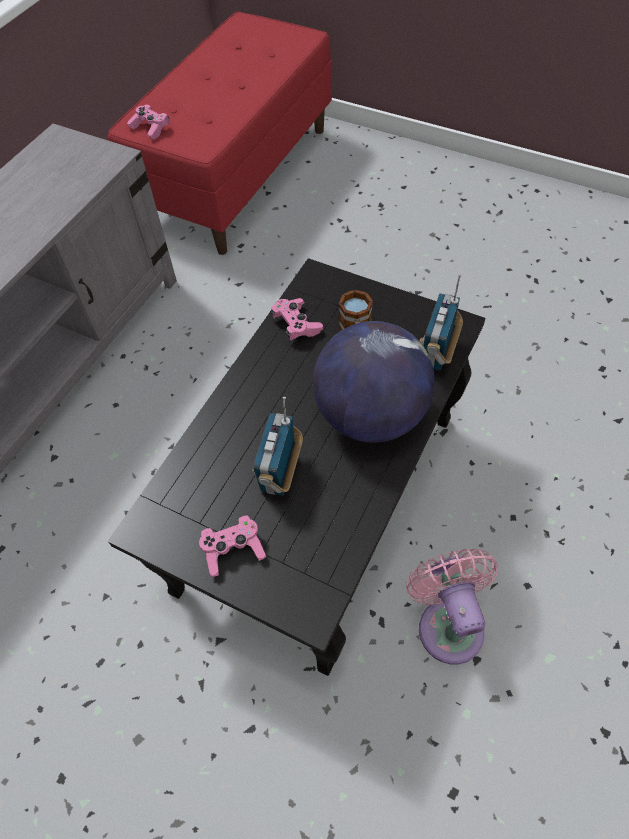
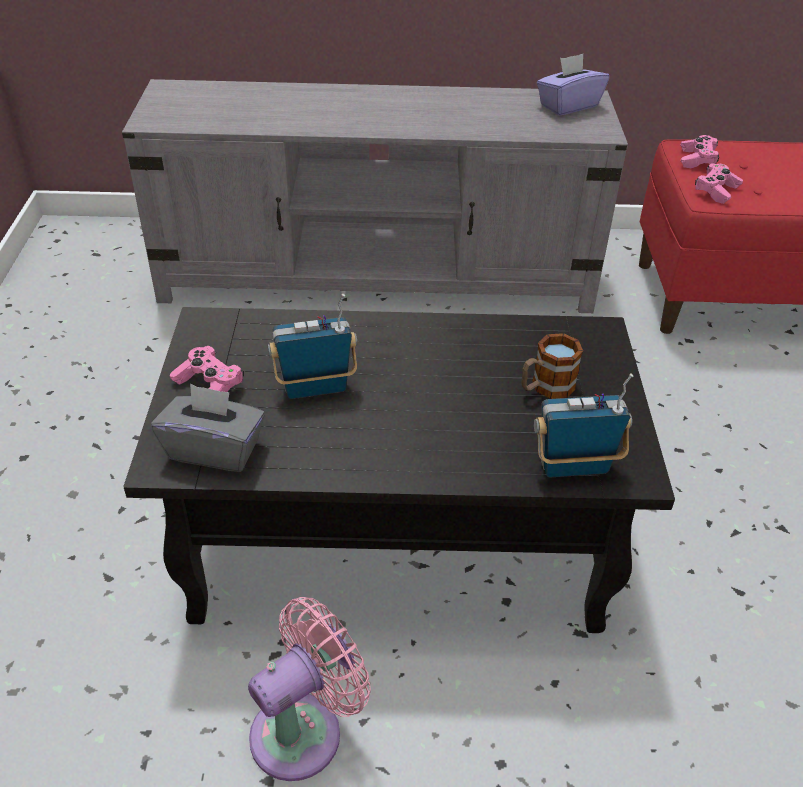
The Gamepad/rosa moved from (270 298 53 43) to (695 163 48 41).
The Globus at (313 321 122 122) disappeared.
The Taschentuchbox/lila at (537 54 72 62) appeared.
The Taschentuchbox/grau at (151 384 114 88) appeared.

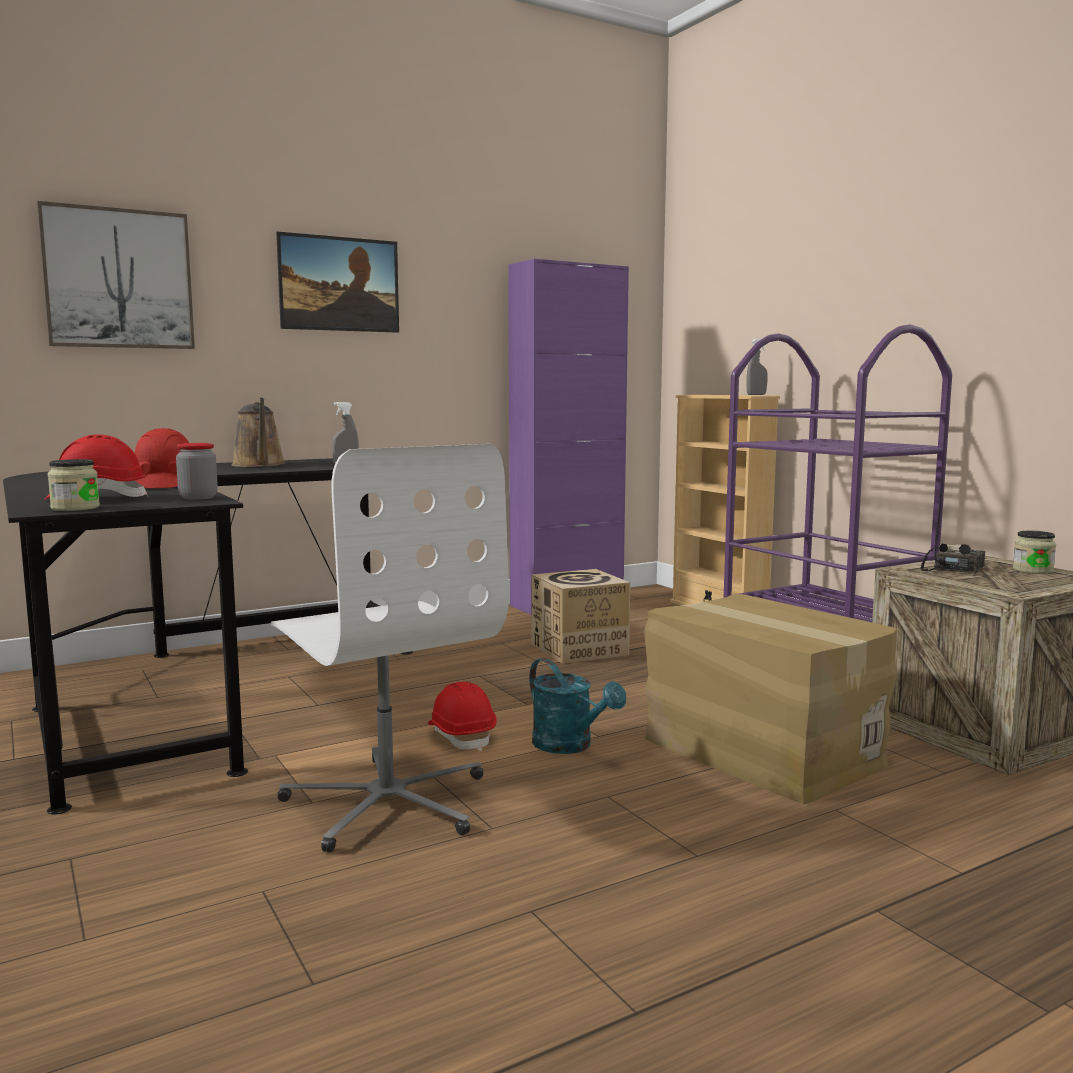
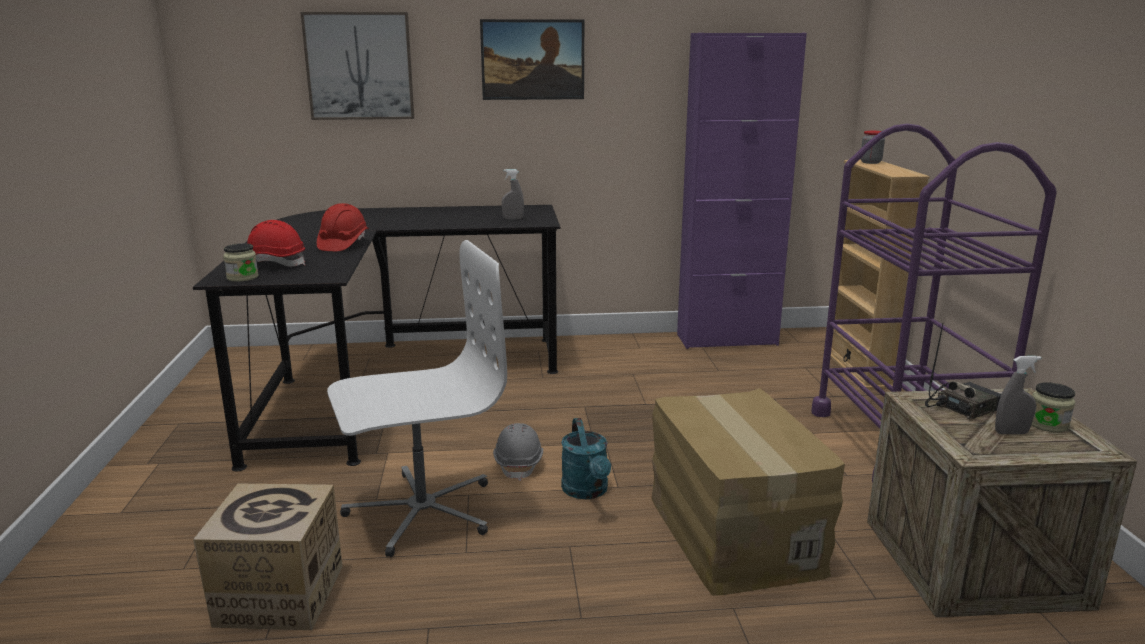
The Sprühflasche/grau moved from (746 339 22 56) to (995 356 46 78).
The Gießkanne/braun at (231 397 55 70) disappeared.
The Vorratsglas moved from (176 443 42 57) to (860 131 25 33).
The Bürostuhl/weiß at (271 444 238 409) turned 105 degrees counterclockwise.
The Karton moved from (531 569 99 95) to (193 484 150 146).
The Schutzhelm/rot at (428 682 68 69) became the Schutzhelm/grau at (493 423 50 58).

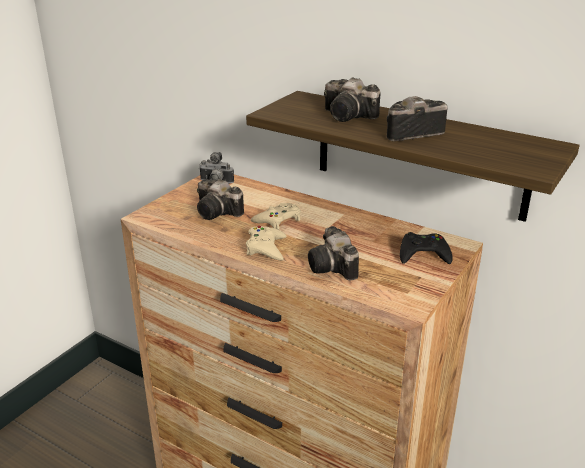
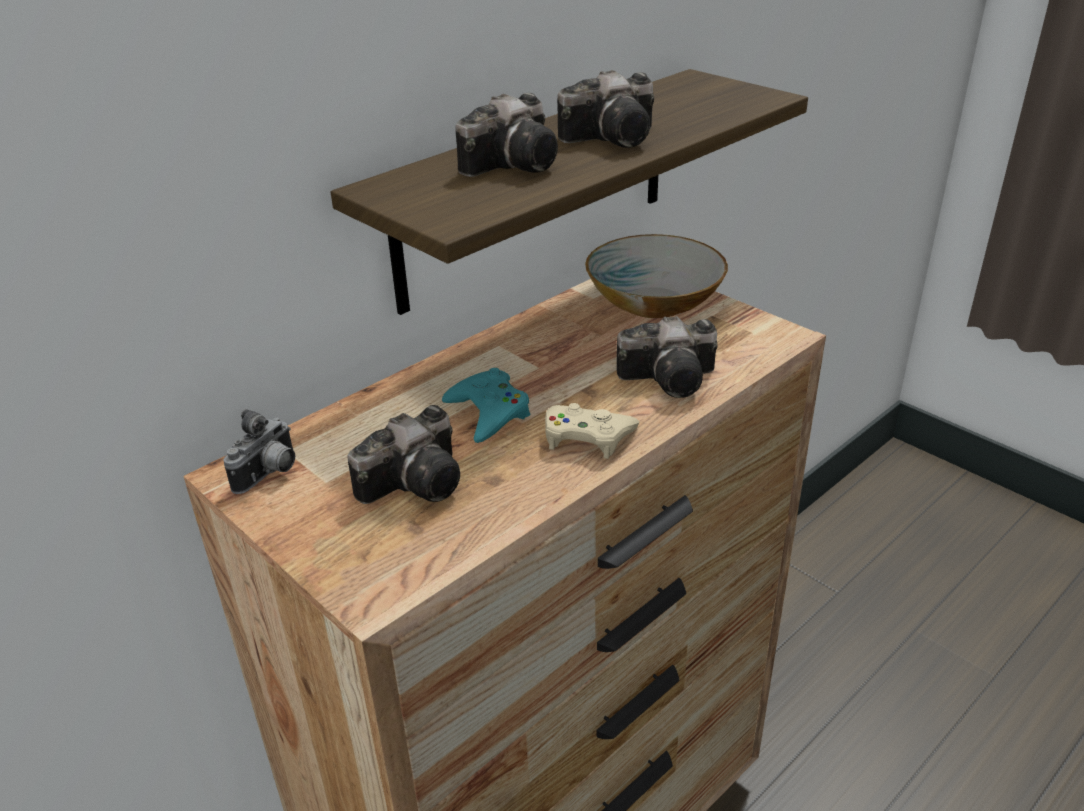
The Kamera at (387 96 61 45) turned 105 degrees counterclockwise.
The Gamepad/beige at (251 203 50 27) became the Gamepad/türkis at (442 368 88 75).
The Gamepad/schwarz at (400 232 53 32) was replaced by the Schüssel at (585 234 143 84).

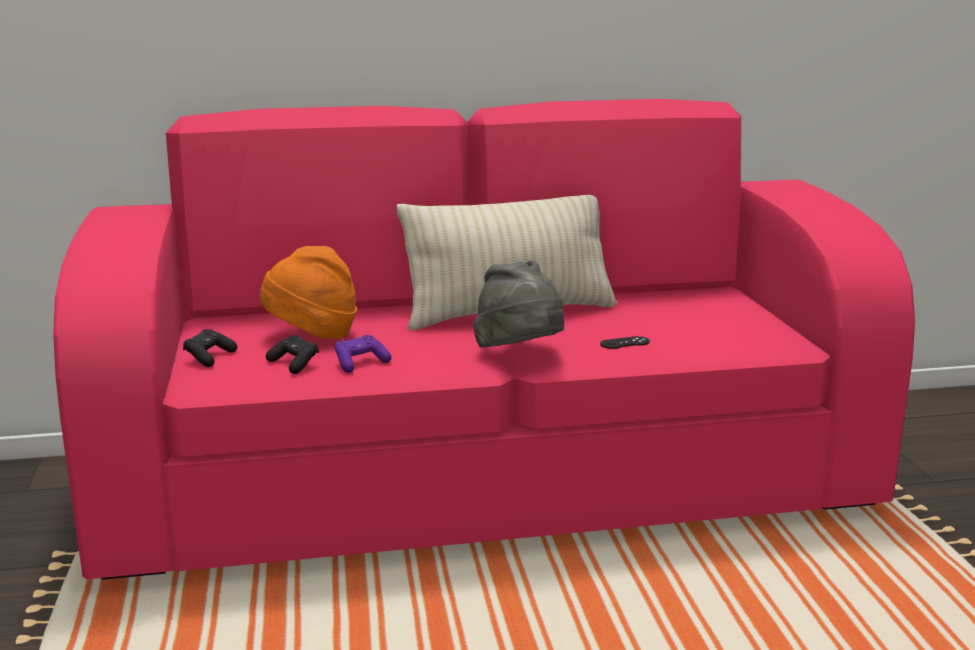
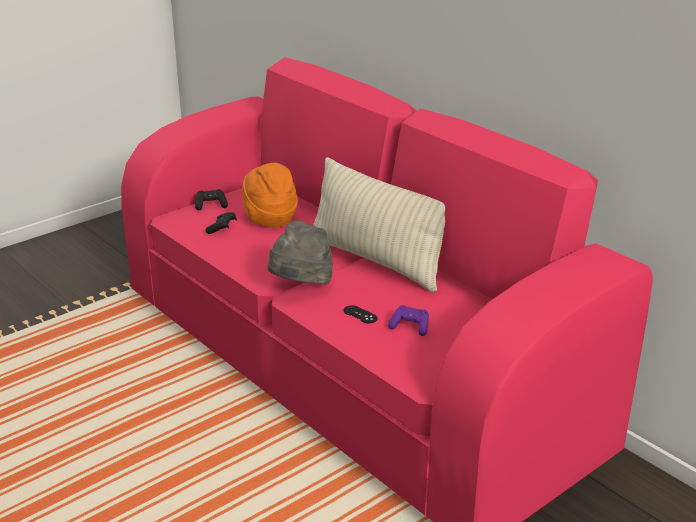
The Gamepad/lila moved from (335 335 56 38) to (388 305 41 31).

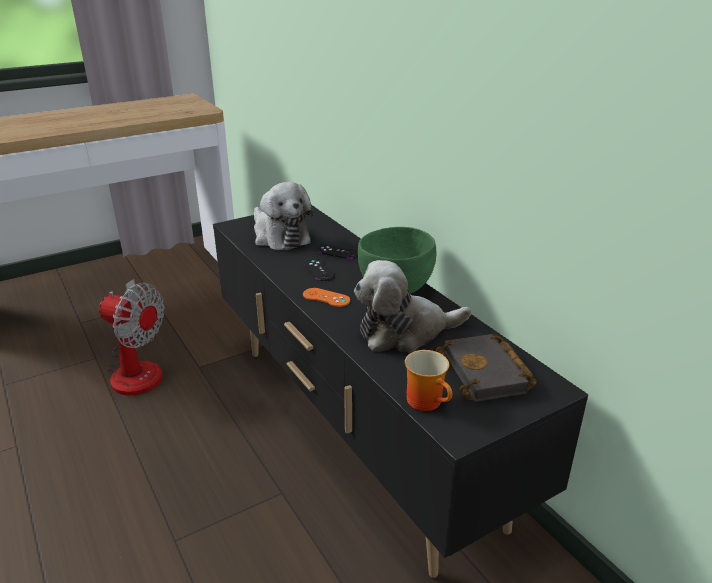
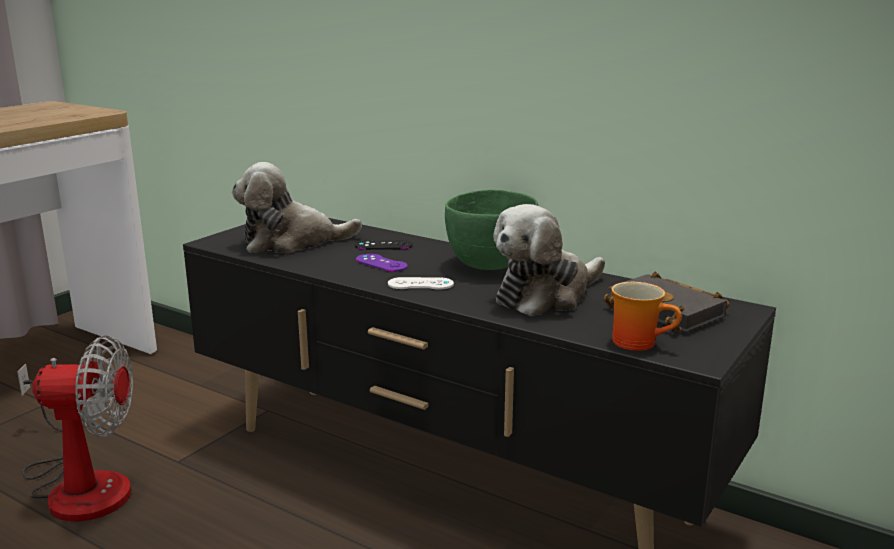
The Plüschtier at (254 182 59 68) turned 135 degrees clockwise.
The Gamepad/schwarz at (304 259 31 22) became the Gamepad/lila at (356 254 52 18).
The Gamepad/orange at (303 288 47 19) became the Gamepad/weiß at (388 277 66 13).

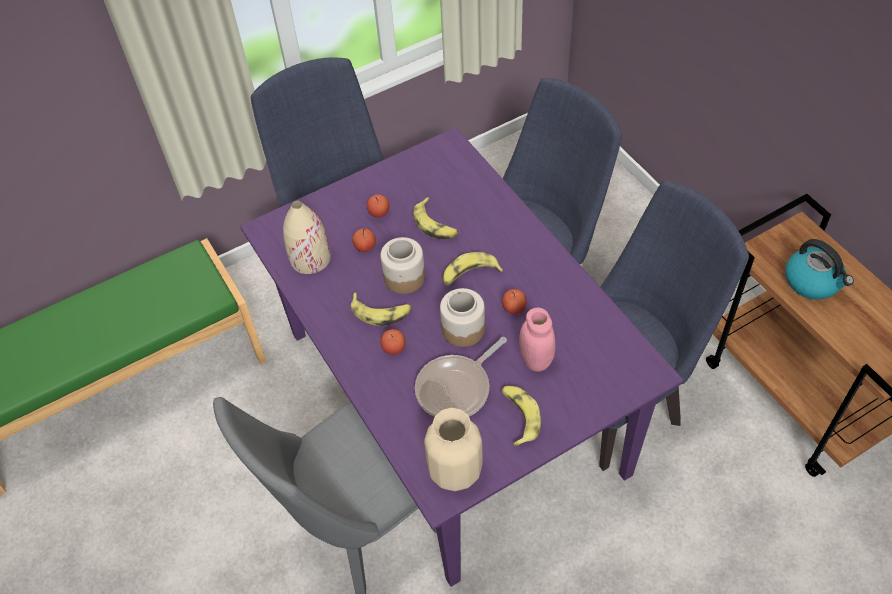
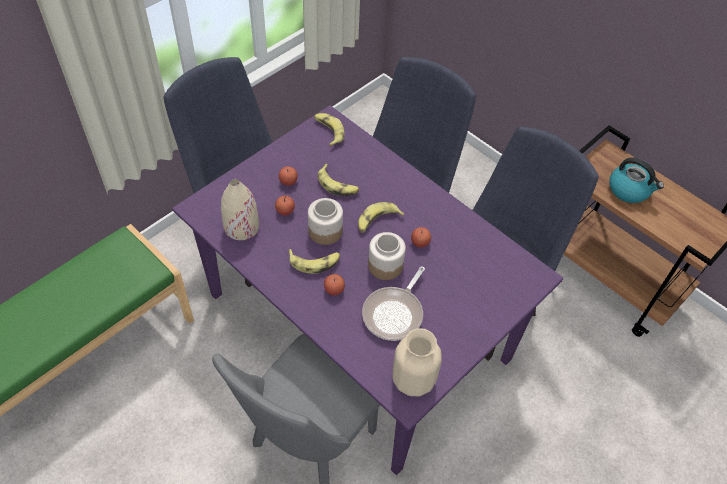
The Vorratsglas/rosa at (519 308 36 64) disappeared.
The Banane moved from (501 386 40 61) to (314 113 31 34).

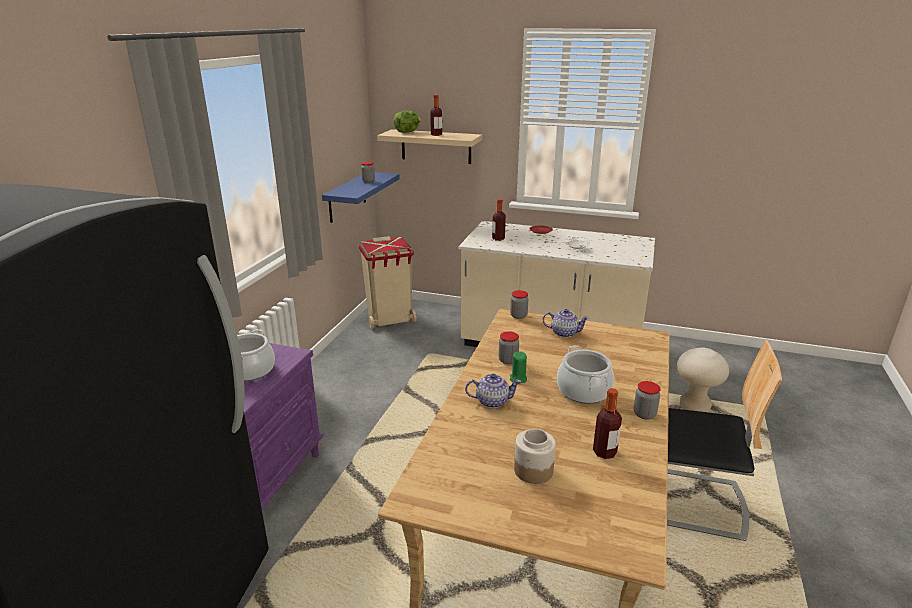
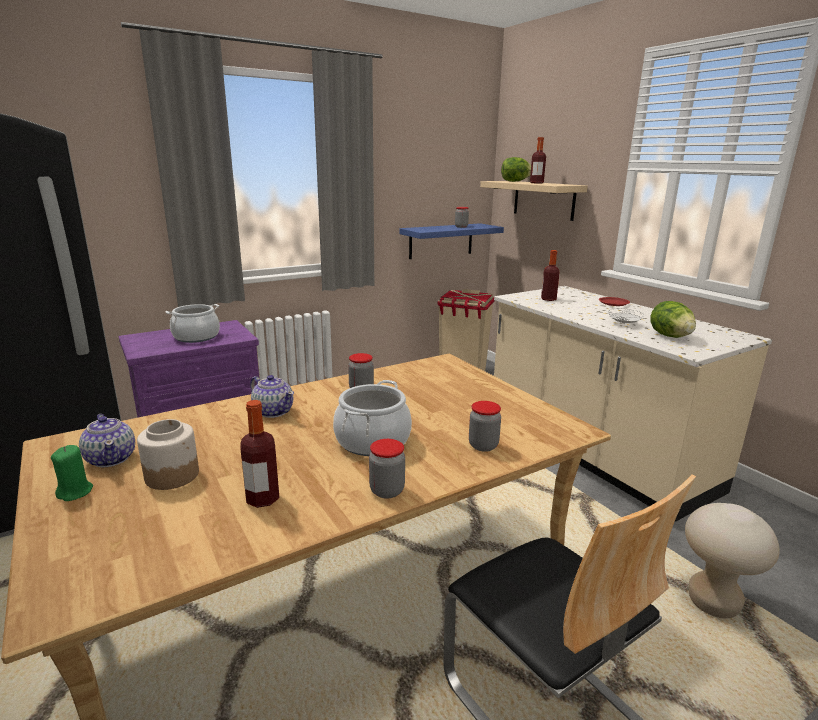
The Vorratsglas moved from (510 290 18 29) to (469 401 32 51).
The Teekanne moved from (543 309 46 29) to (79 414 56 53).
The Kerze/grün moved from (510 351 17 33) to (51 445 42 56).
The Salatkopf at (650 301 46 37) appeared.

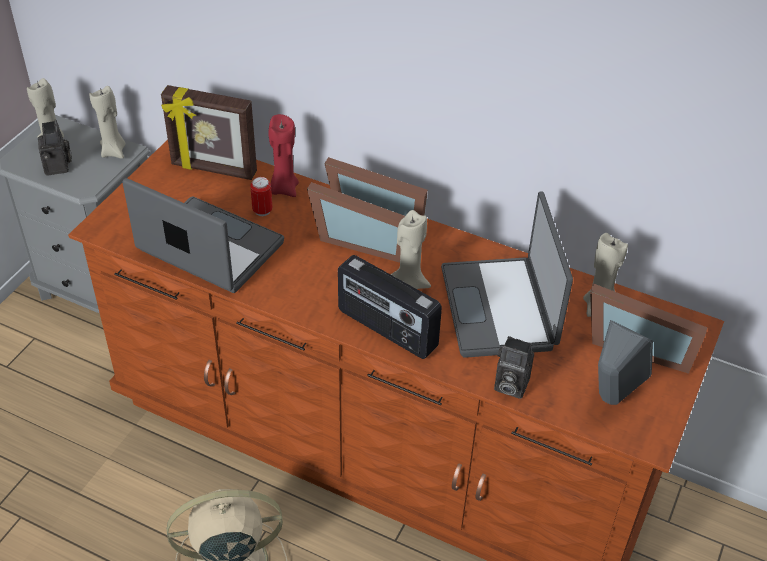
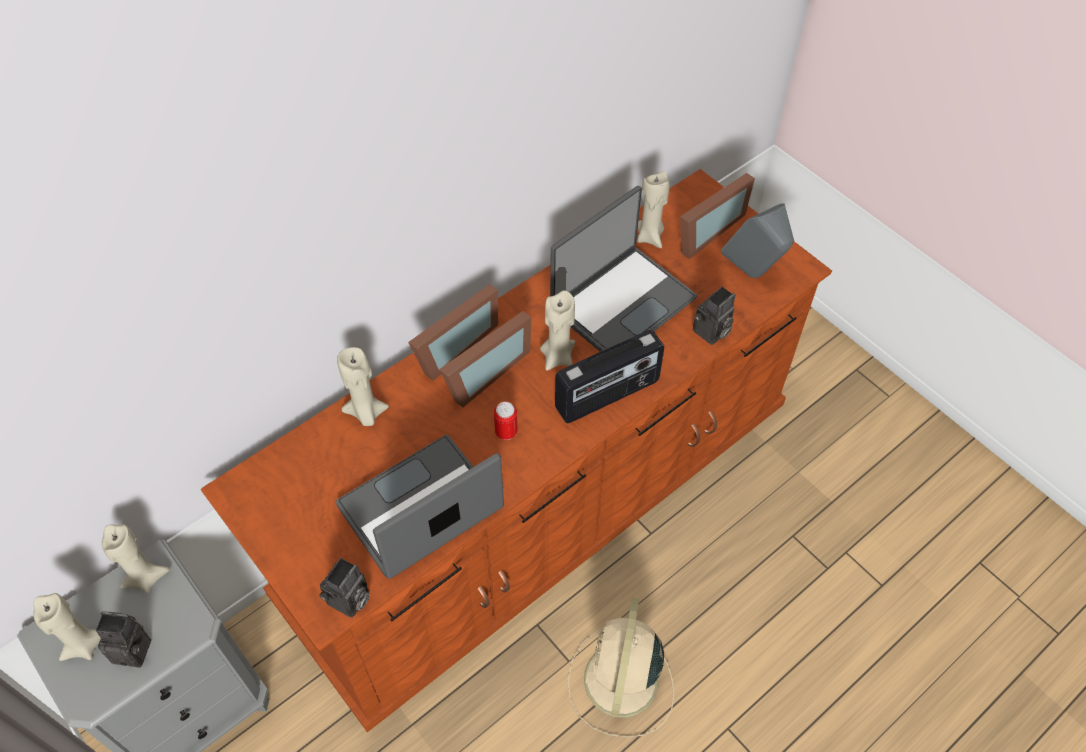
The Bilderrahmen at (161 85 96 95) disappeared.
The Kerze/rot at (268 114 31 83) became the Kerze/beige at (337 347 52 79).
The Dose moved from (250 177 23 39) to (494 402 24 38).
The Laptop at (441 192 132 166) turned 60 degrees counterclockwise.
The Kamera at (319 558 51 60) appeared.

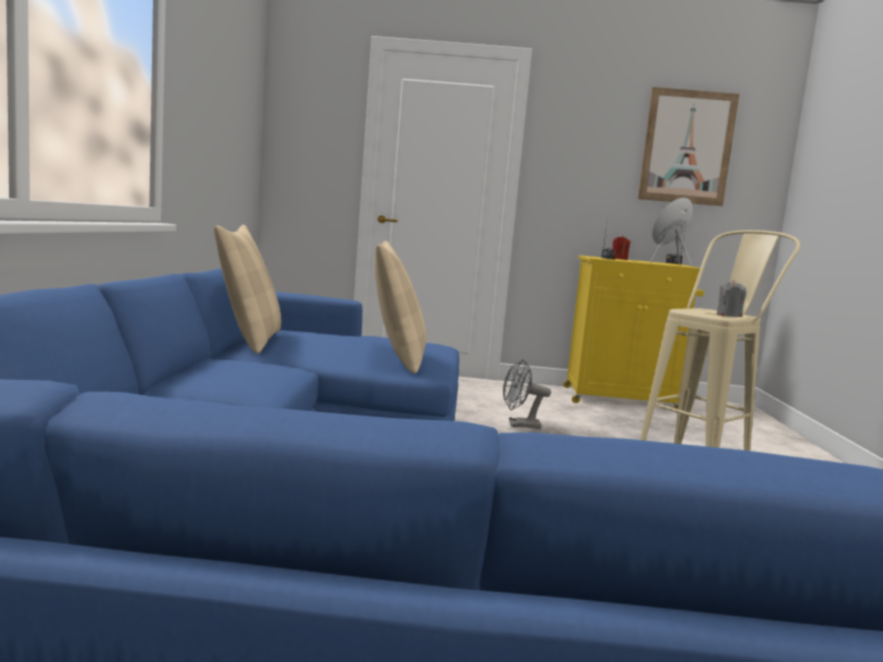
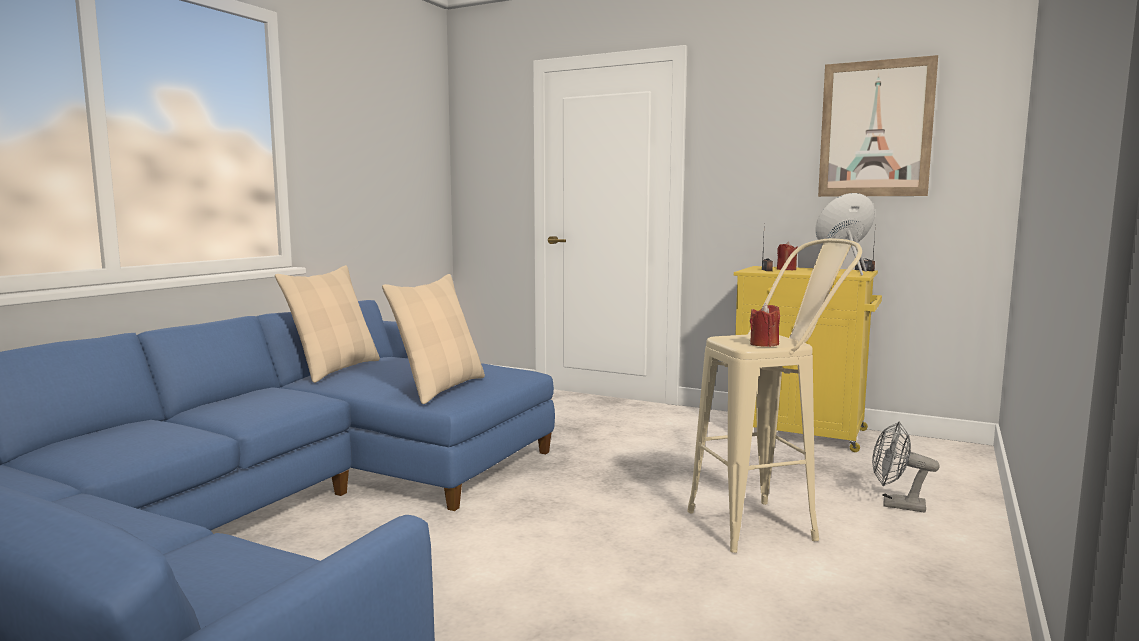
The Kerze/grau at (717 280 29 37) became the Kerze/rot at (750 303 30 44).
The Ventilator/grau moved from (503 359 48 70) to (872 422 68 91).

